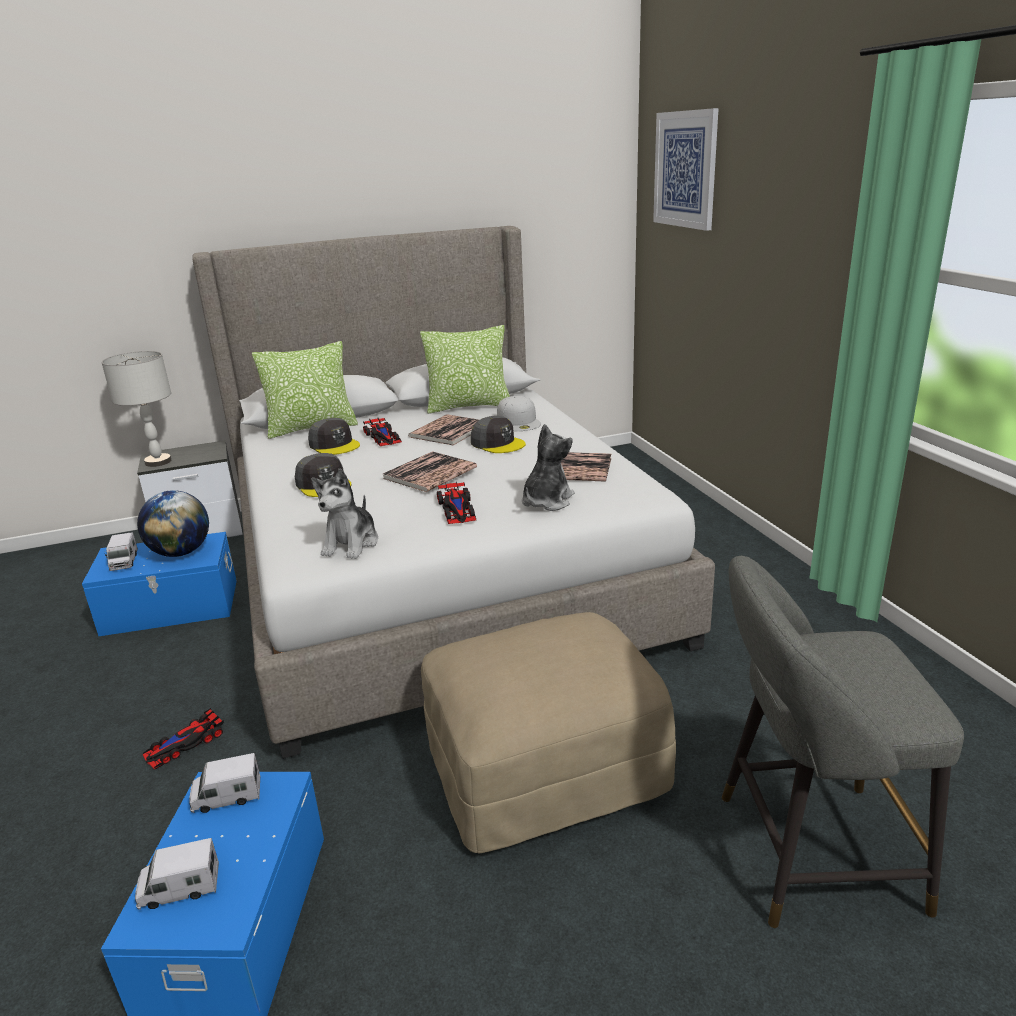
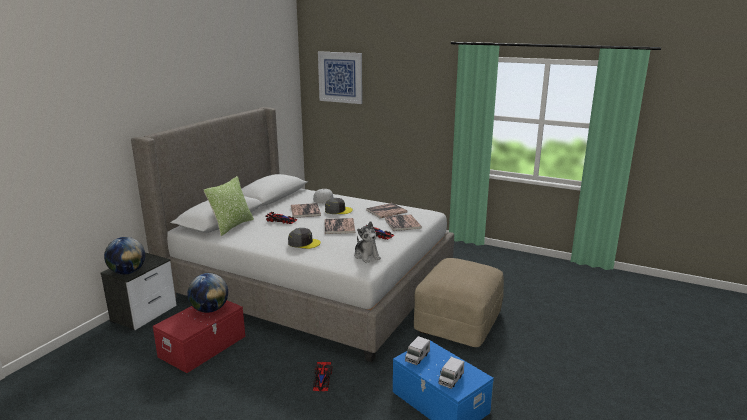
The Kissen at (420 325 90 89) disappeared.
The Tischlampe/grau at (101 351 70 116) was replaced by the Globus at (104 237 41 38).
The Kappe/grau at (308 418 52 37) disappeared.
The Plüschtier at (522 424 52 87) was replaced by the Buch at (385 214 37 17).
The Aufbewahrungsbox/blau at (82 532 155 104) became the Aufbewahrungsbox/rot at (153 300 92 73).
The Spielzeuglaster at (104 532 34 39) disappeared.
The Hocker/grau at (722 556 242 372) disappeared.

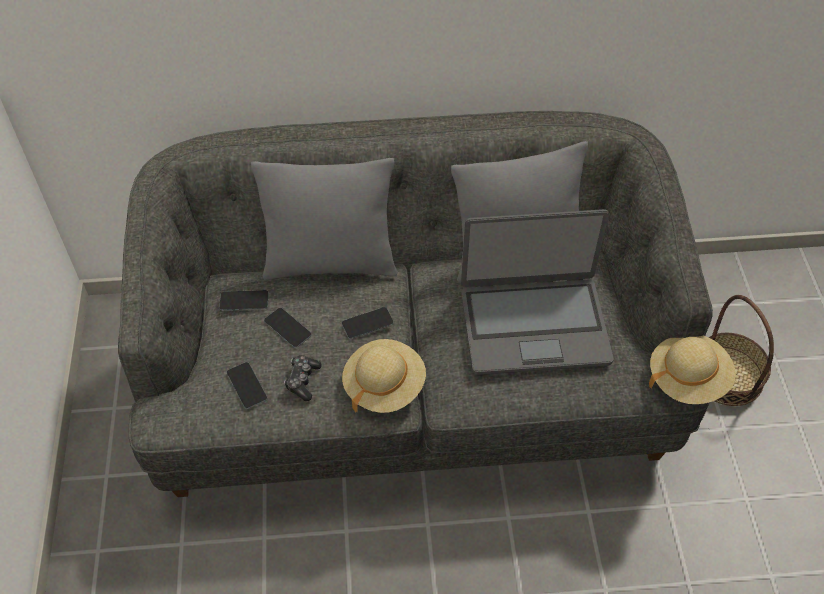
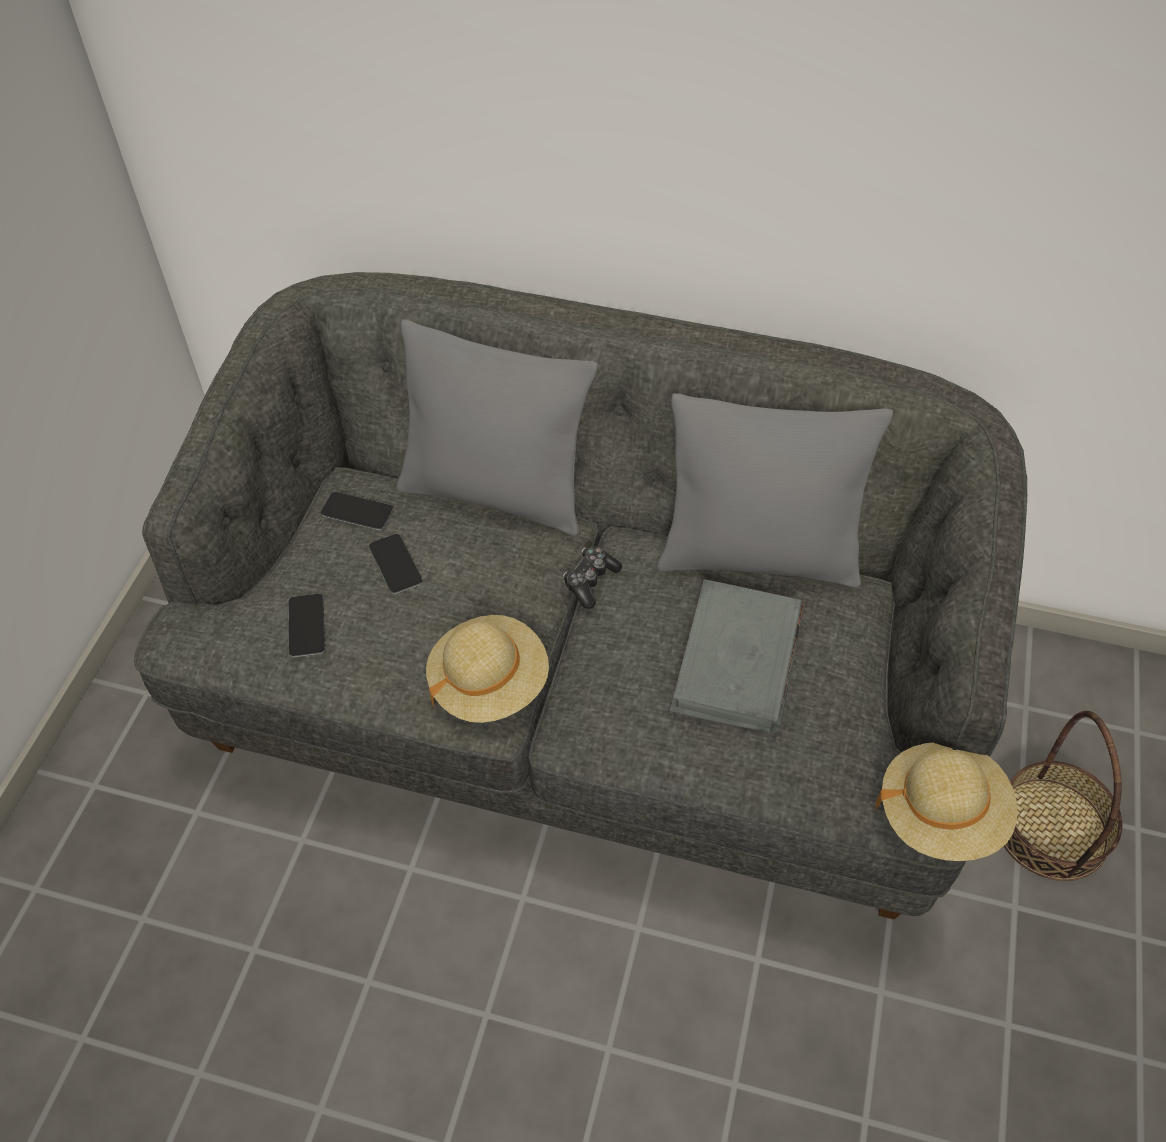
The Laptop at (461 209 152 166) was replaced by the Buch/grau at (670 579 134 155).
The Handy at (342 307 52 32) disappeared.
The Gamepad moved from (284 355 38 46) to (563 546 59 63).

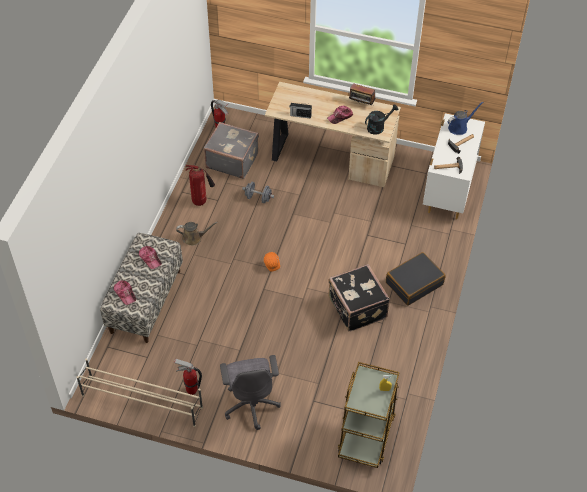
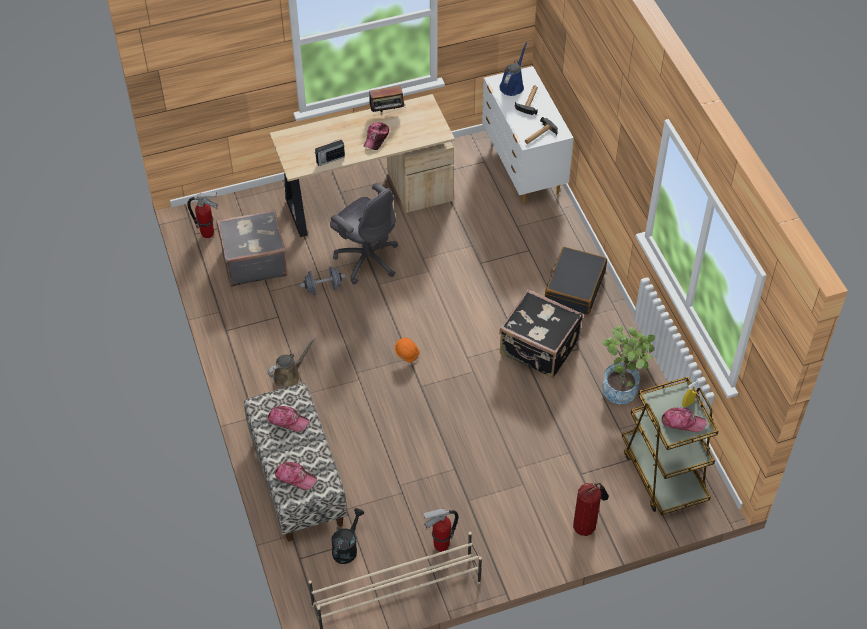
The Gießkanne/schwarz moved from (365 104 33 31) to (331 508 33 56).
The Feuerlöscher moved from (185 165 30 41) to (573 483 36 53).
The Bürostuhl/grau moved from (220 355 61 75) to (330 183 68 101).
The Topfpflanze at (601 326 54 78) appeared.
The Kappe at (661 408 46 24) appeared.

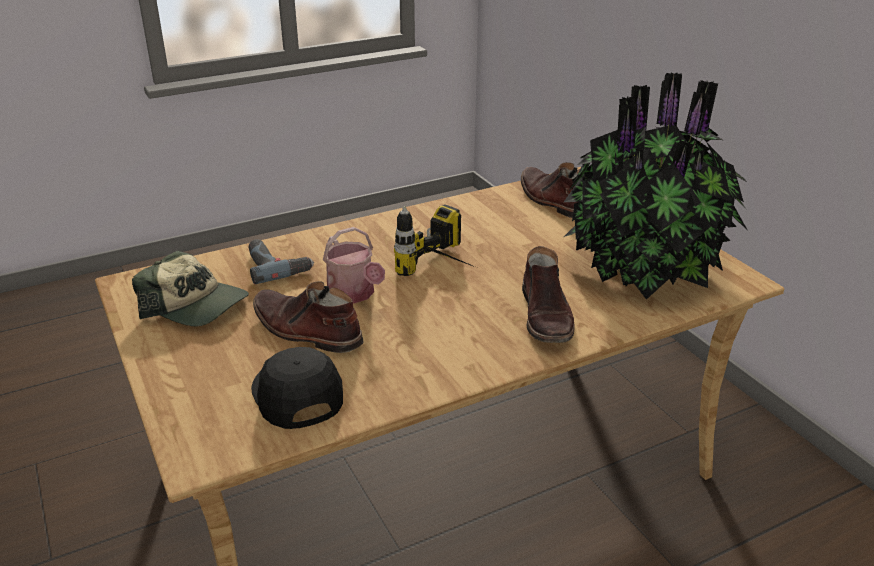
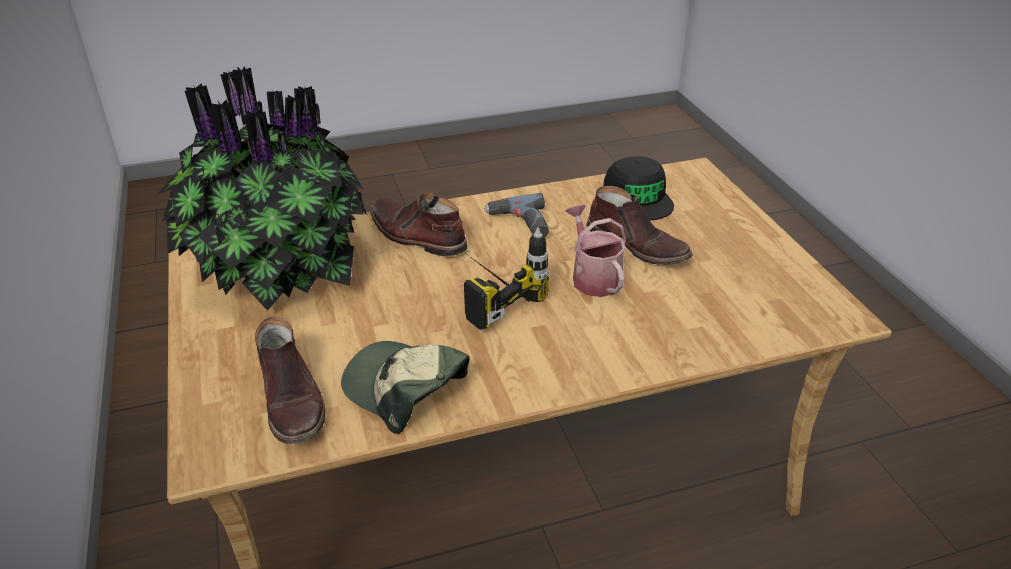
The Bohrmaschine moved from (249 239 65 45) to (484 193 65 44).
The Stiefel/braun at (522 246 53 97) turned 60 degrees counterclockwise.
The Kappe moved from (132 250 117 76) to (341 341 129 93).

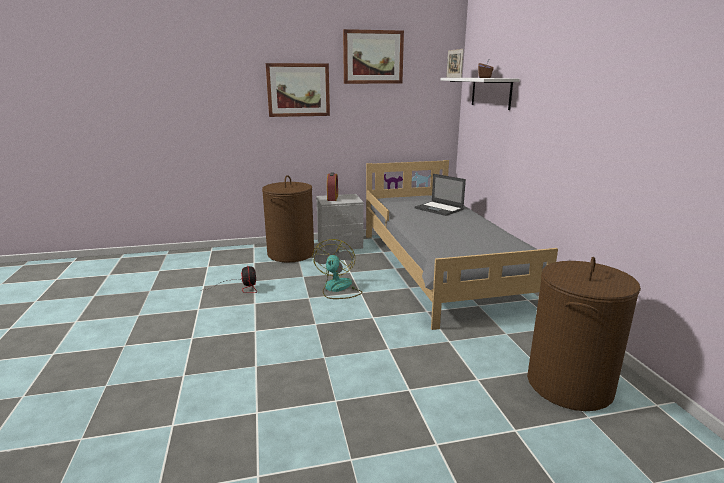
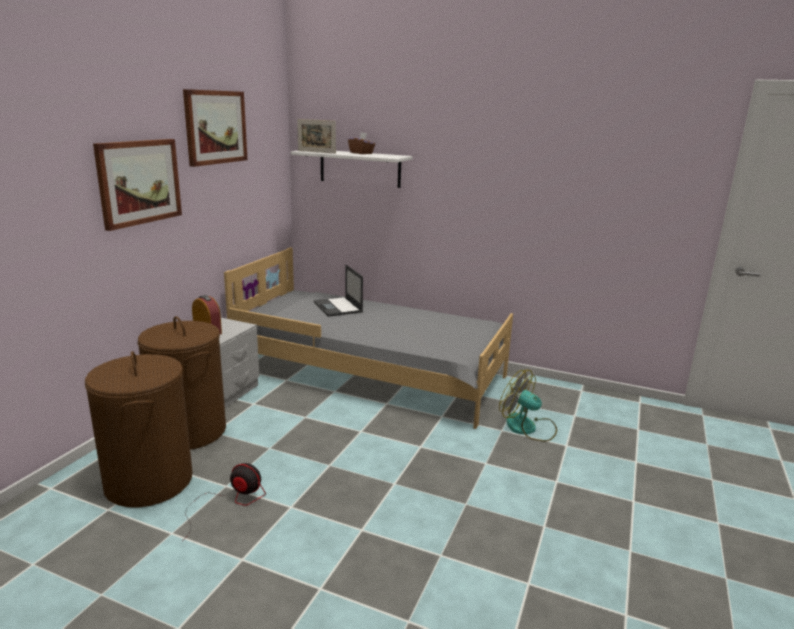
The Laptop at (414 174 52 42) turned 75 degrees clockwise.
The Ventilator moved from (312 239 50 60) to (499 370 58 71).
The Wäschekorb/braun moved from (527 257 114 154) to (85 351 107 157).

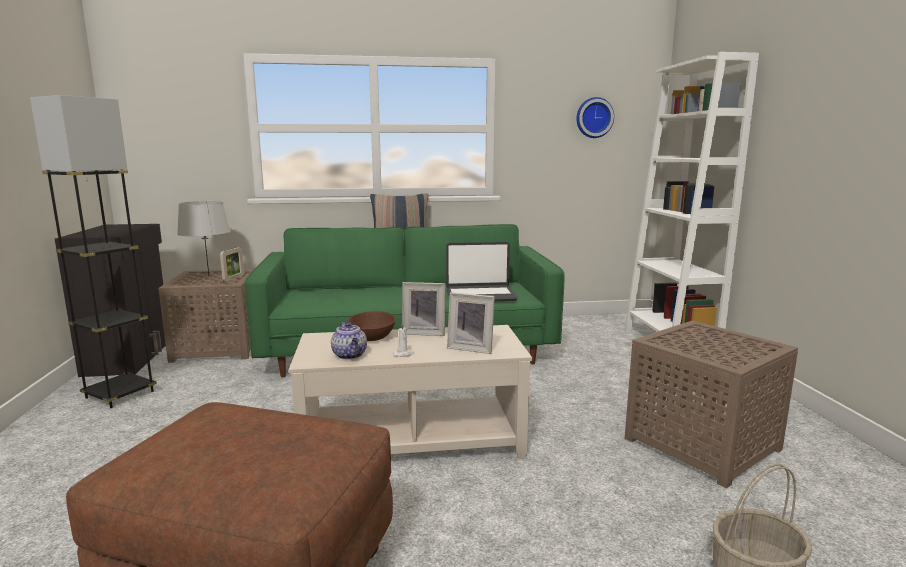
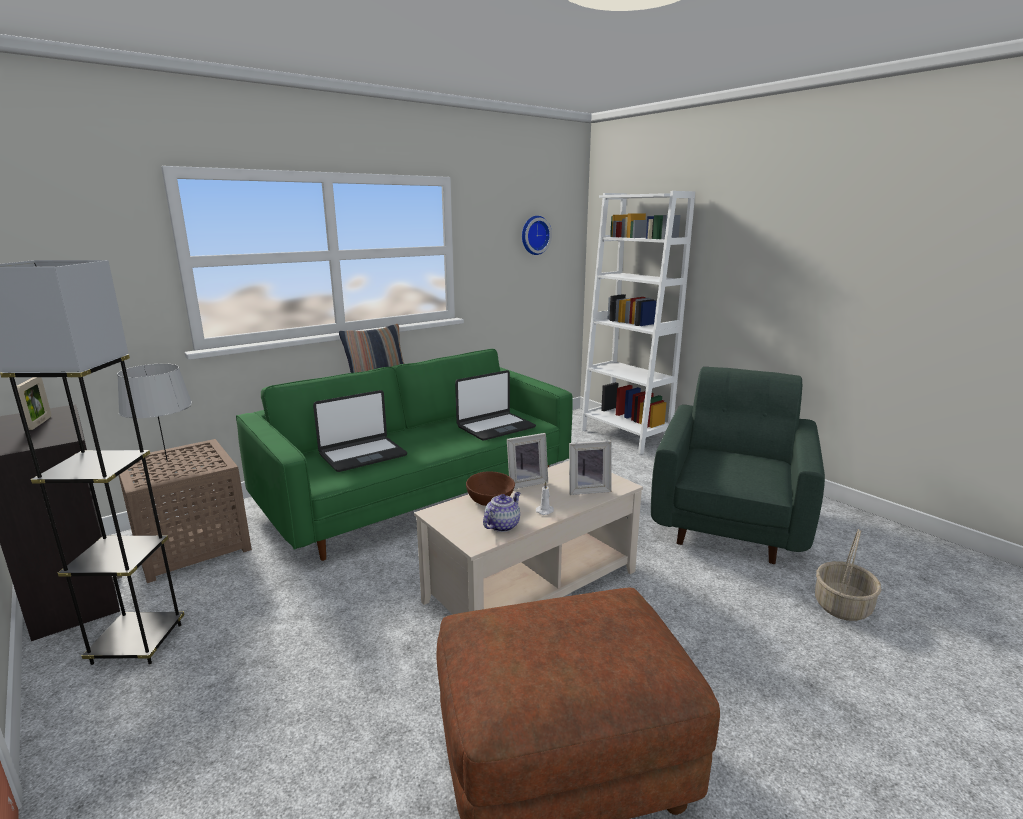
The Bilderrahmen moved from (220 247 24 35) to (17 377 34 53).
The Beistelltisch/braun at (625 320 173 168) was replaced by the Sessel/grün at (651 367 174 197).
The Teekanne at (331 322 36 37) turned 90 degrees counterclockwise.
The Laptop at (313 390 94 82) appeared.

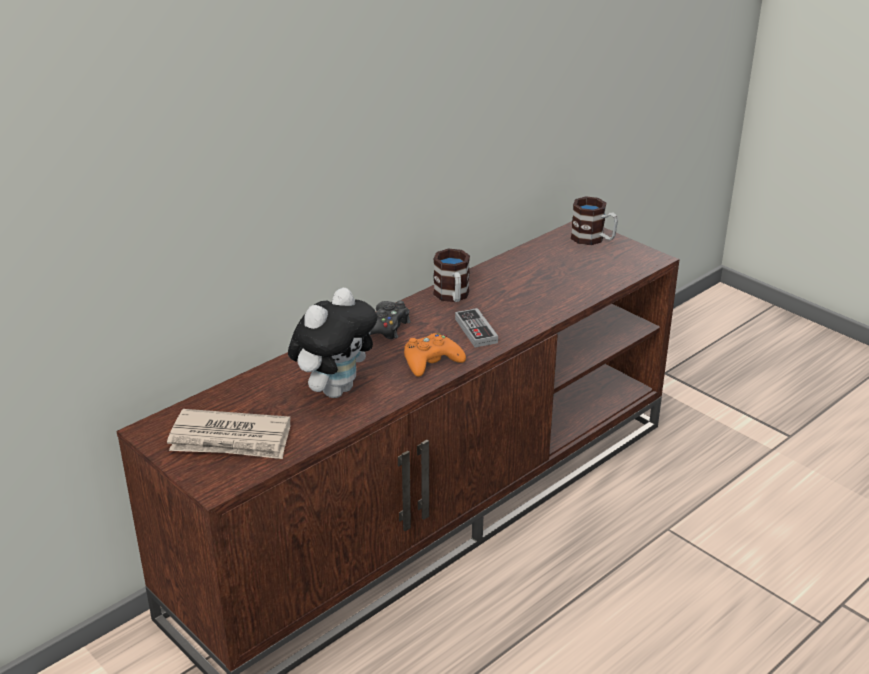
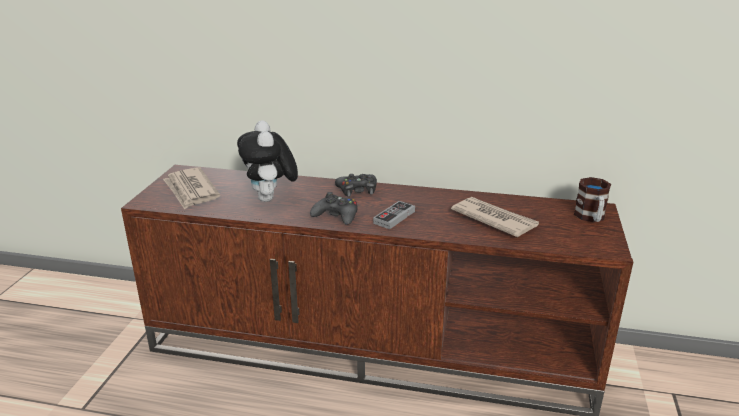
The Henkelbecher at (433 248 37 54) disappeared.
The Plüschtier at (288 288 89 110) turned 75 degrees clockwise.
The Gamepad/orange at (404 333 62 44) became the Gamepad/schwarz at (310 192 47 33).
The Zeitung at (451 197 88 40) appeared.

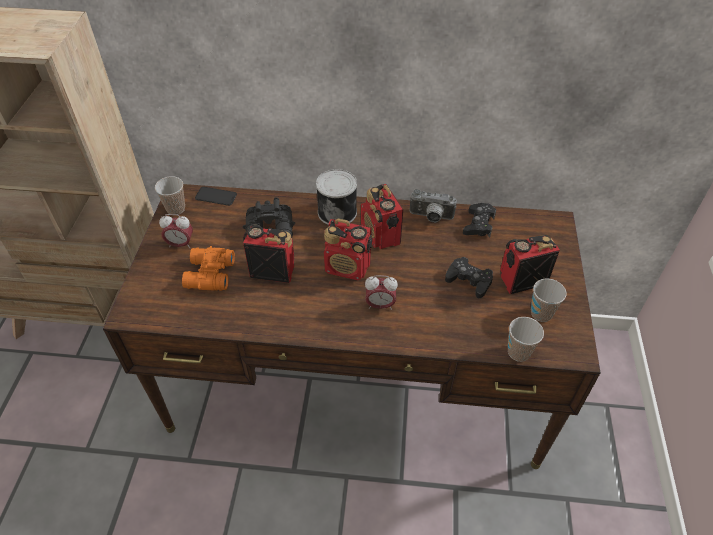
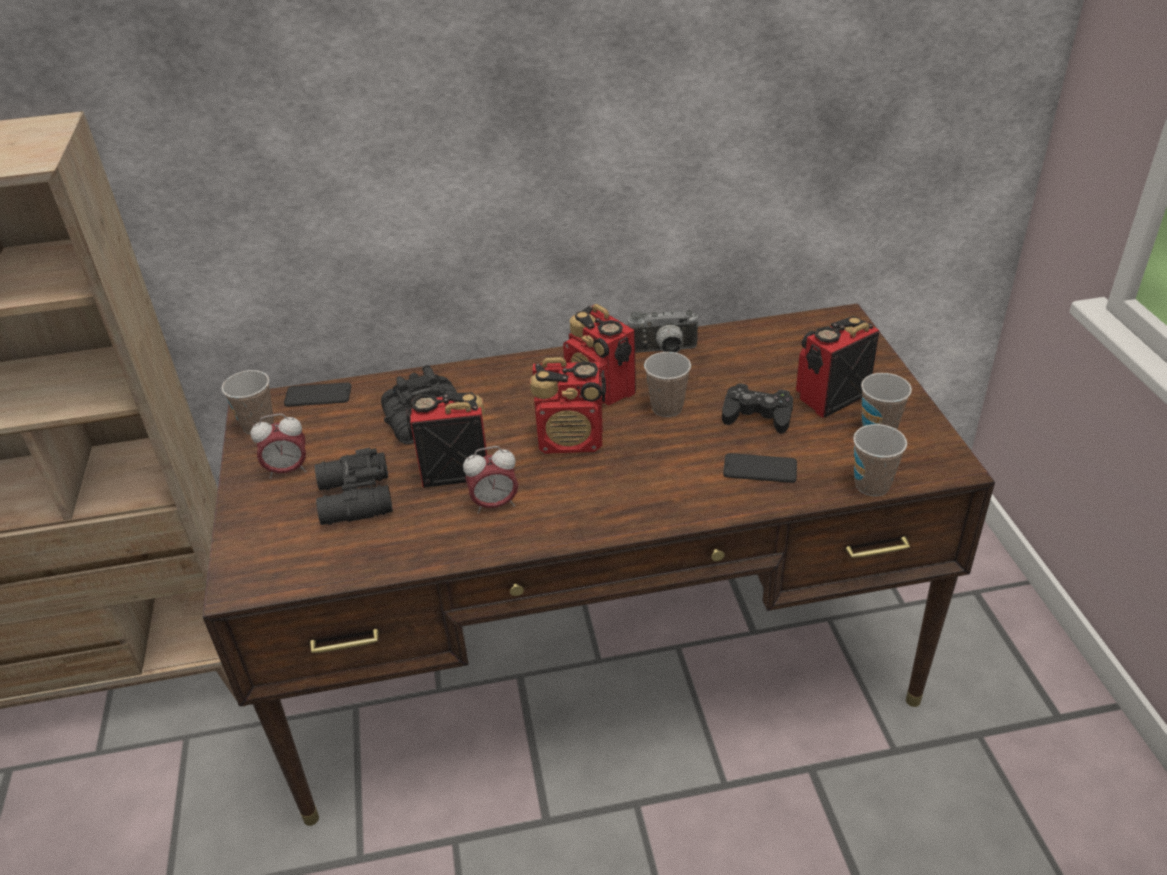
The Dose at (316 169 41 56) disappeared.
The Gamepad/schwarz at (463 203 33 34) disappeared.
The Fernglas/orange at (182 246 53 45) became the Fernglas/schwarz at (315 448 78 77).
The Wecker moved from (365 275 33 35) to (463 446 55 68).
The Tasse at (644 352 47 65) appeared.
The Handy at (723 453 74 30) appeared.

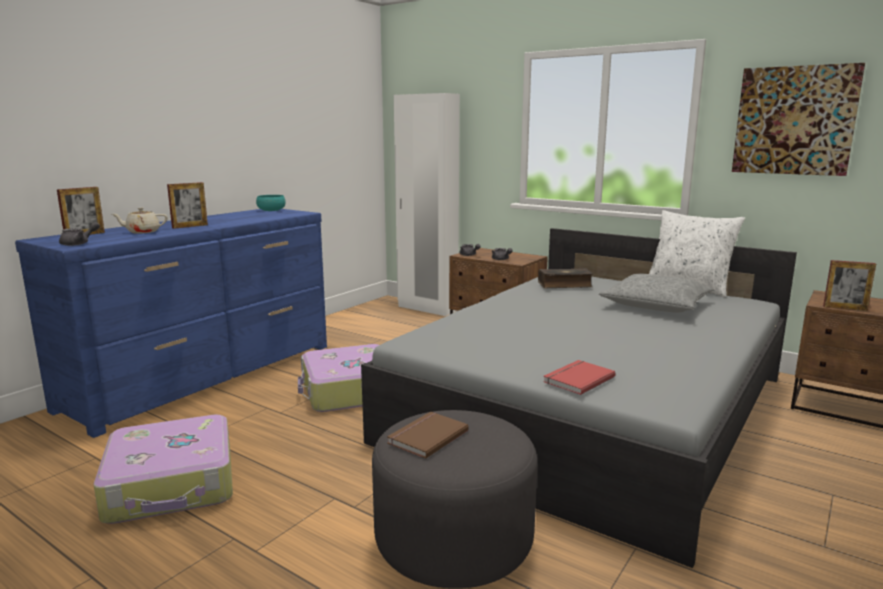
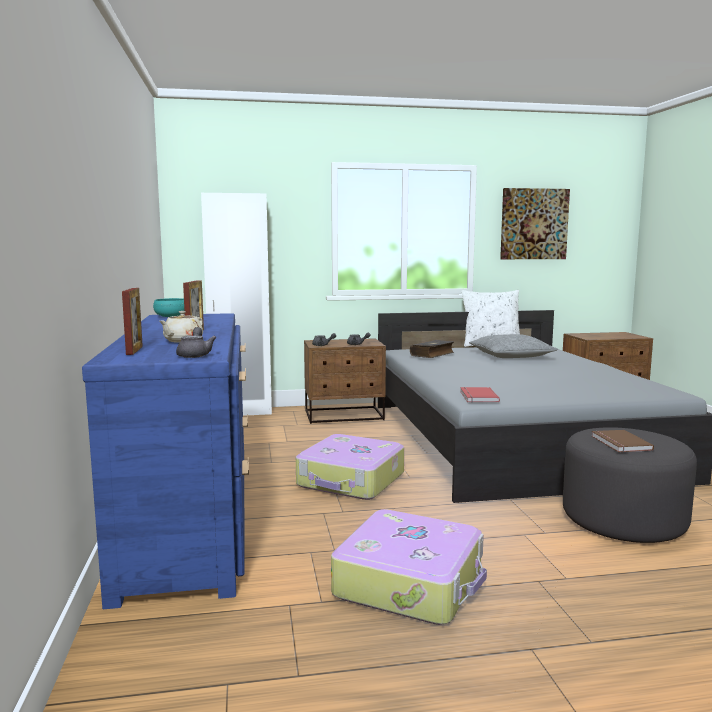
The Bilderrahmen at (823 260 53 51) disappeared.
The Buch/rot moved from (543 360 73 35) to (460 387 40 16).

